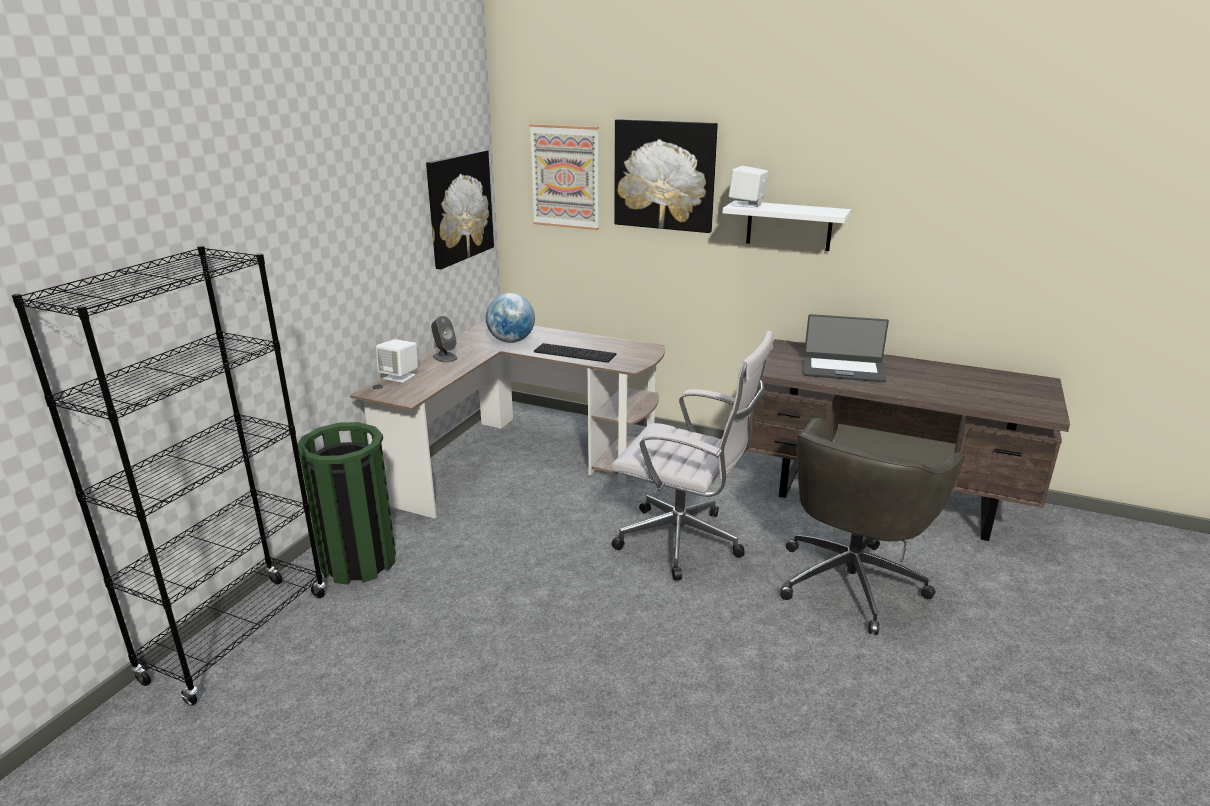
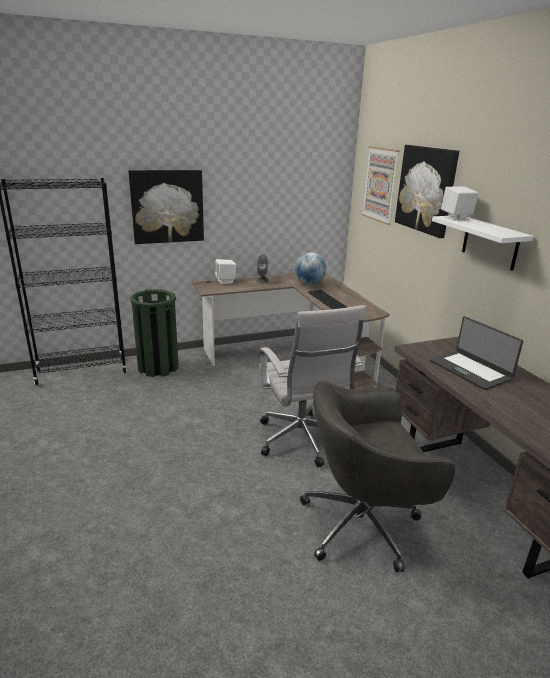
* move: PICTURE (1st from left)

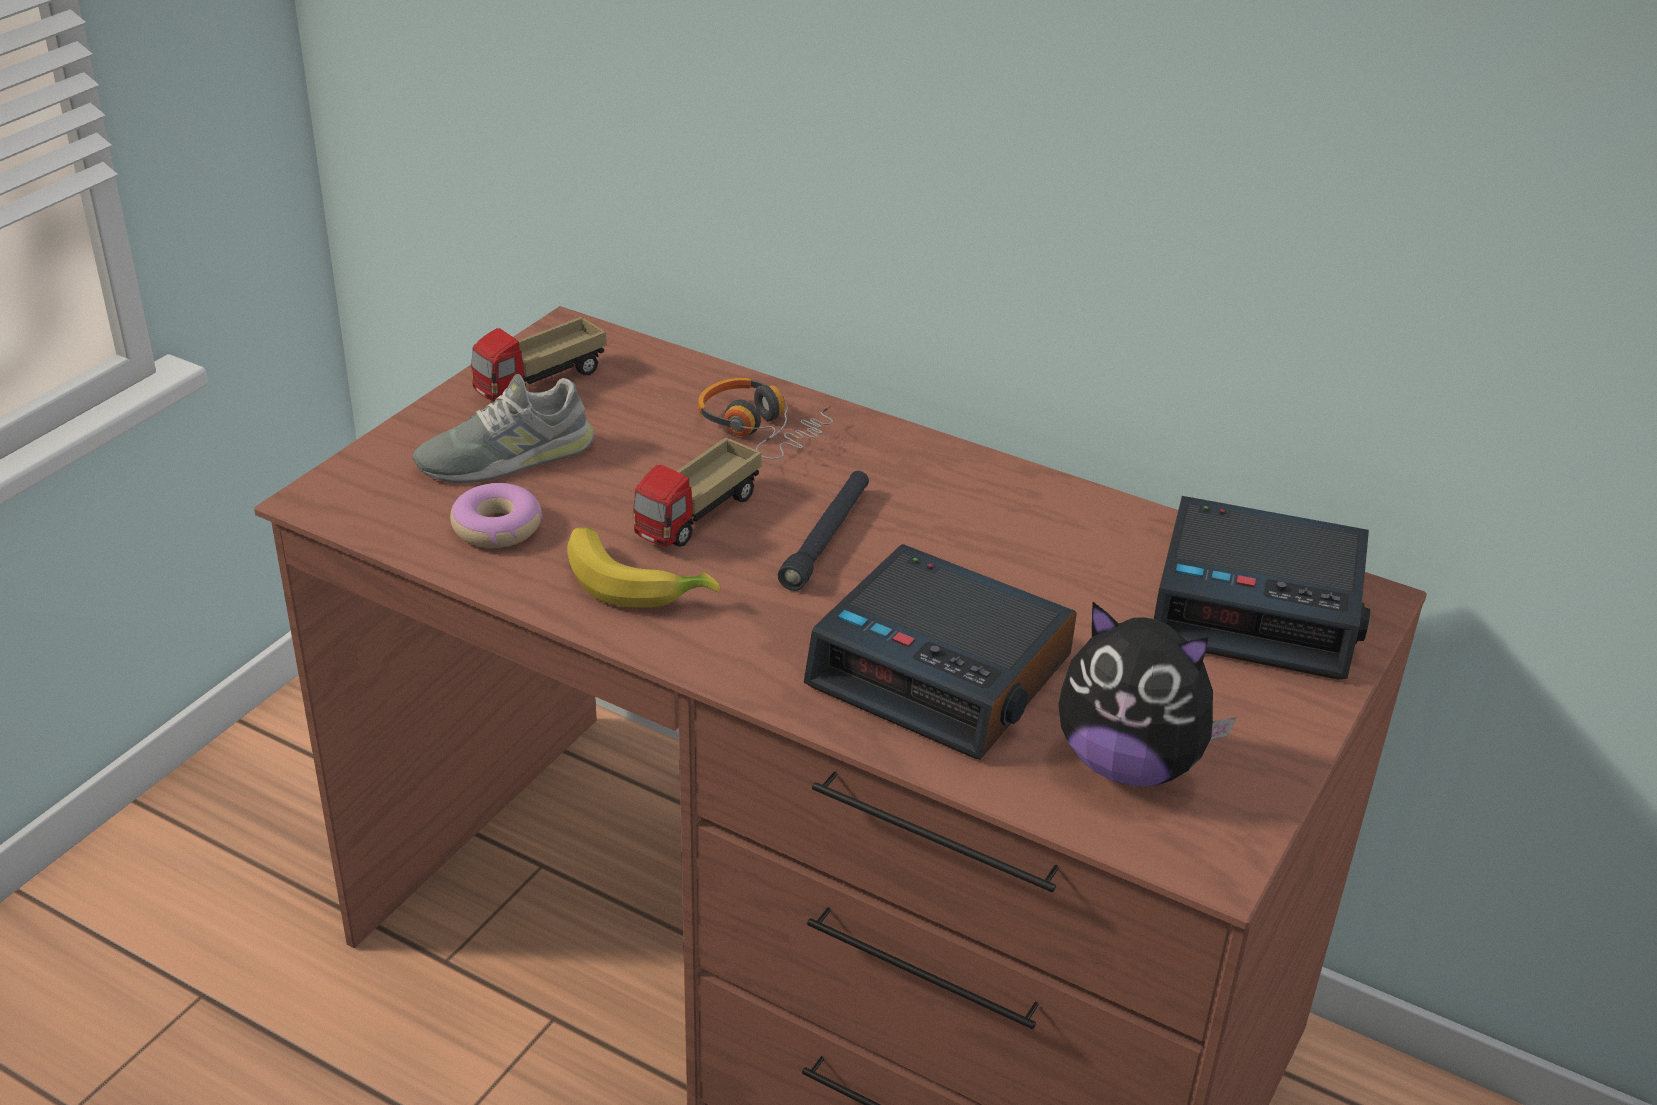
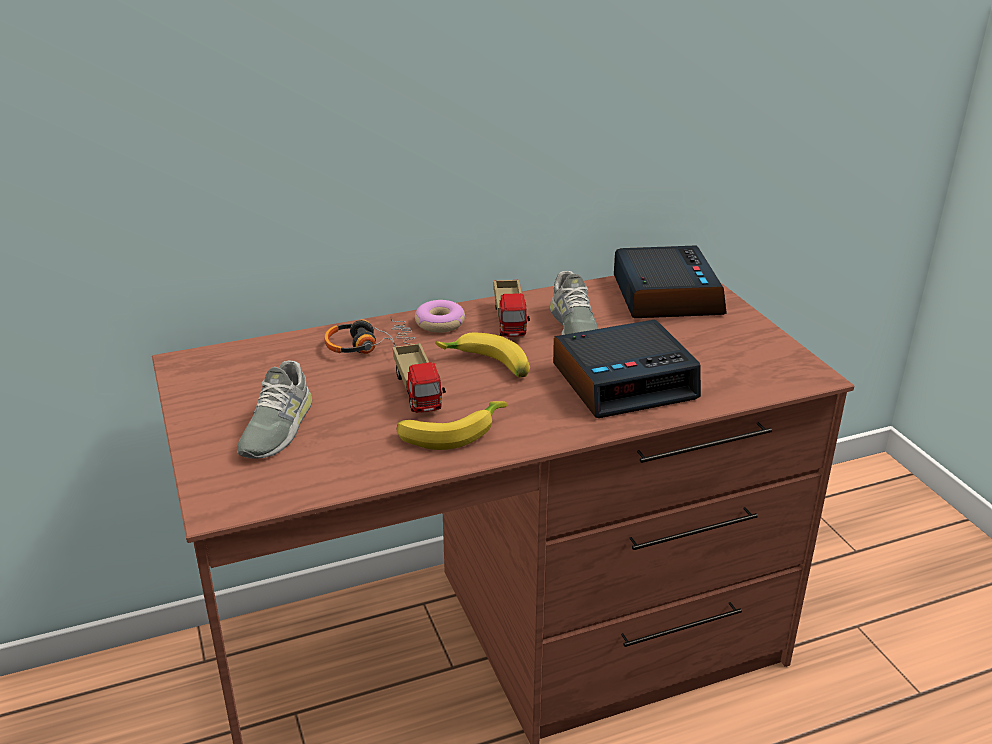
* move: TOY TRUCK (1st from left in the first image) to TOY TRUCK (2nd from left)
* replace: BLACK FLASHLIGHT to BANANA (2nd from left)
* move: DONUT
* rotate: ALARM CLOCK (2nd from left) 60 degrees counterclockwise
* delete: PLUSH TOY
* insert: GREY SHOE (2nd from left)

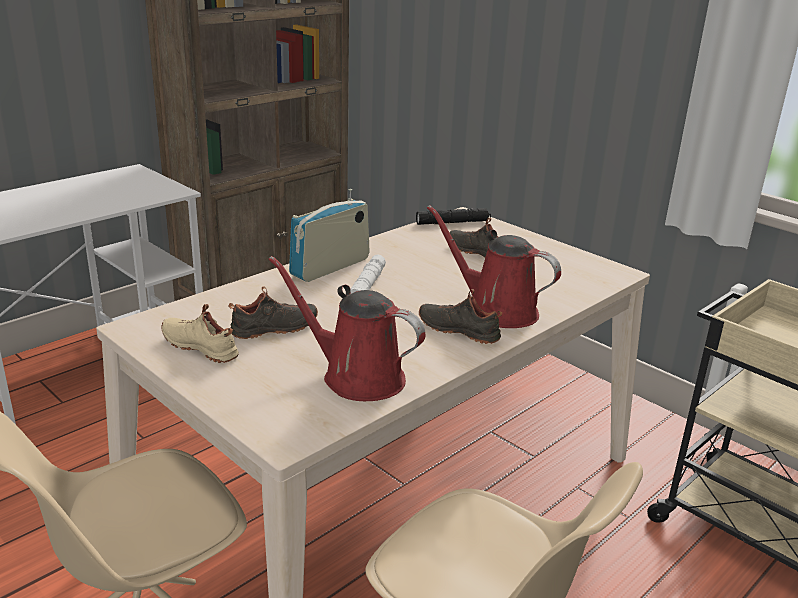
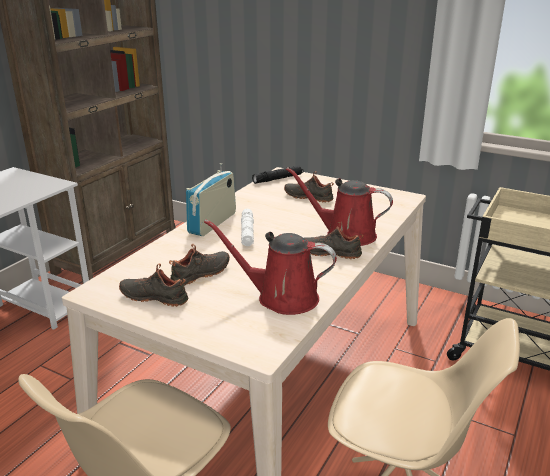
* recolor: BEIGE SHOE to BLACK SHOE (1st from left)

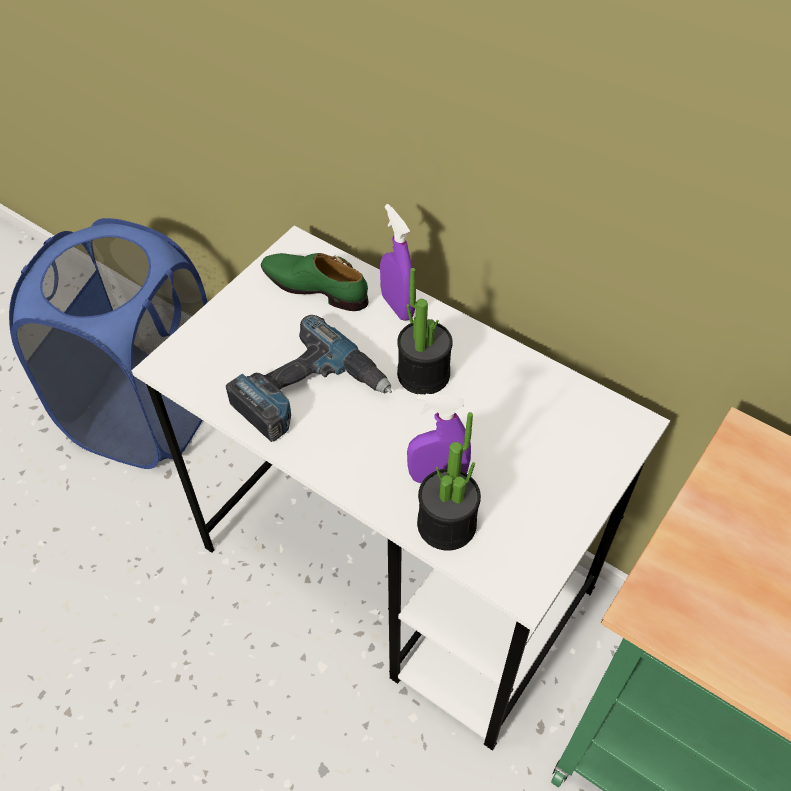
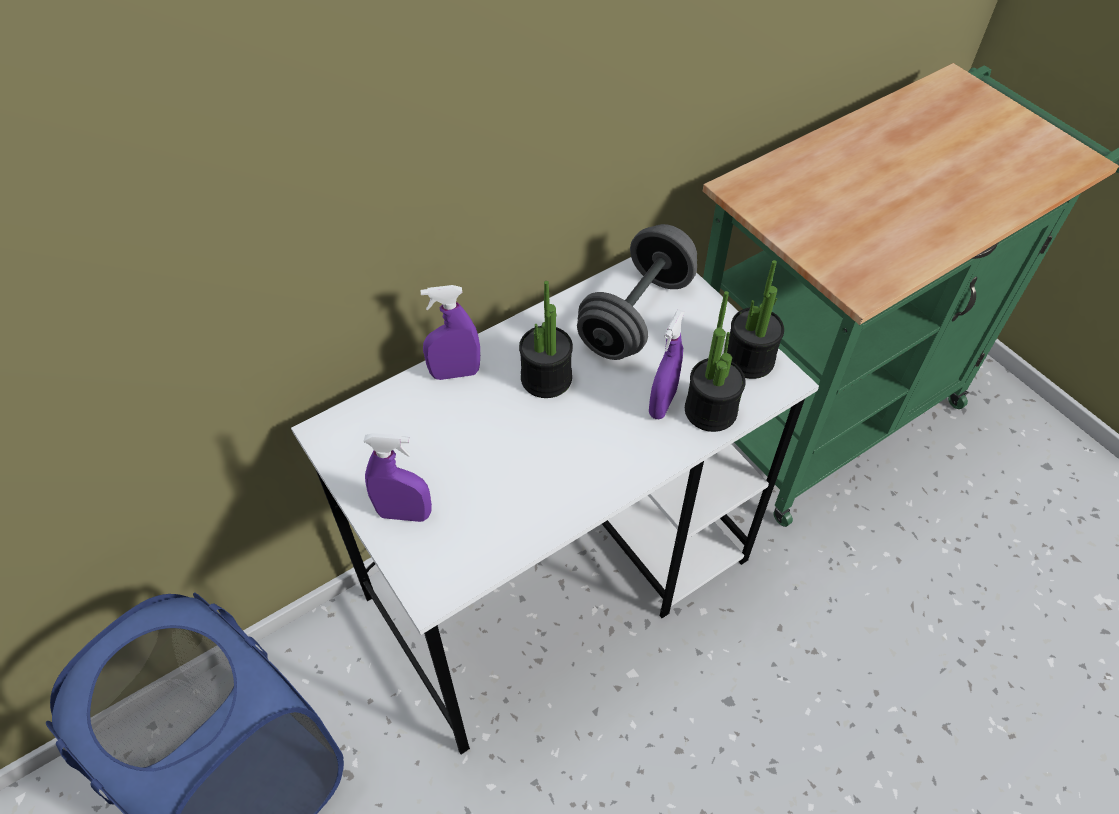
* delete: GREEN SHOE
* delete: POWER DRILL
* insert: GREY DUMBBELL
* insert: POTTED PLANT (3rd from left)
* insert: PURPLE SPRAY BOTTLE (1st from left)

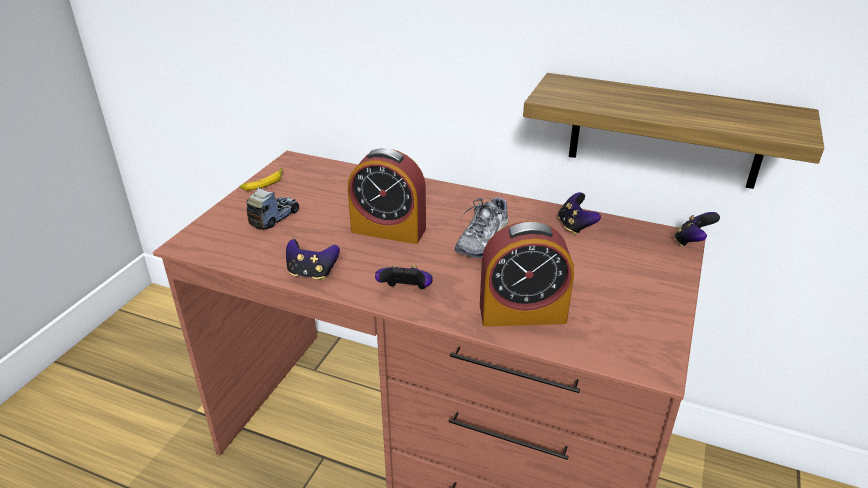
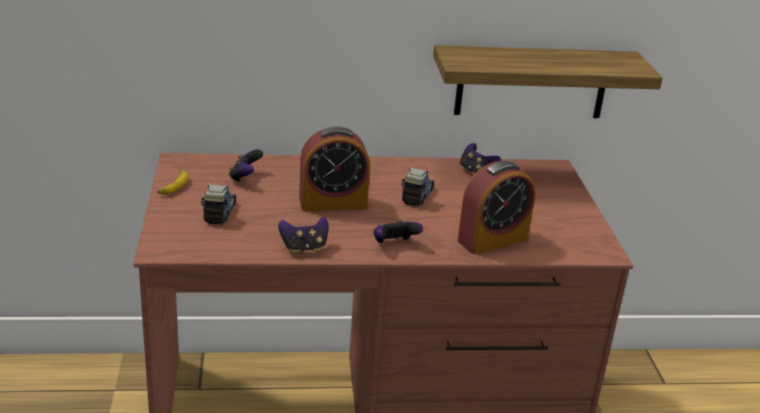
* replace: SHOE to TOY TRUCK (2nd from left)
* move: GAME CONTROLLER (4th from left in the first image) to GAME CONTROLLER (1st from left)

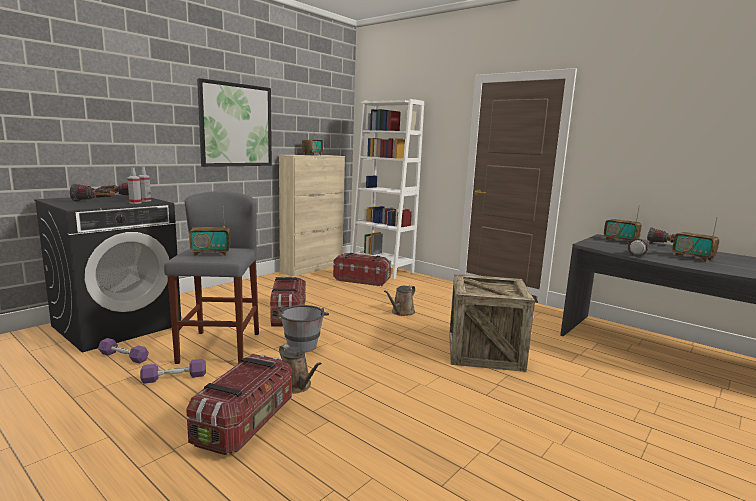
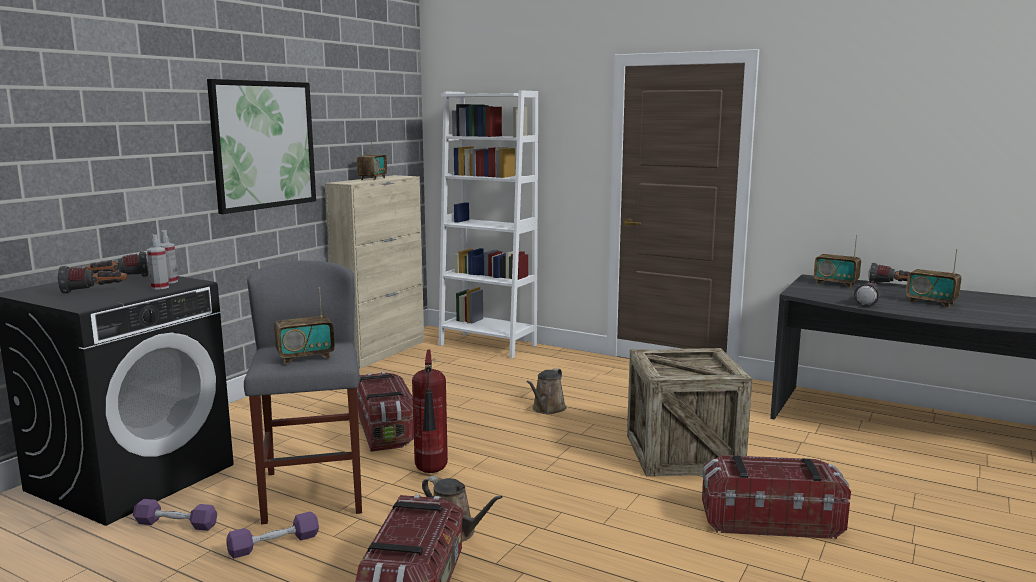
* move: STORAGE BOX (3rd from left)
* replace: GREY BUCKET to FIRE EXTINGUISHER

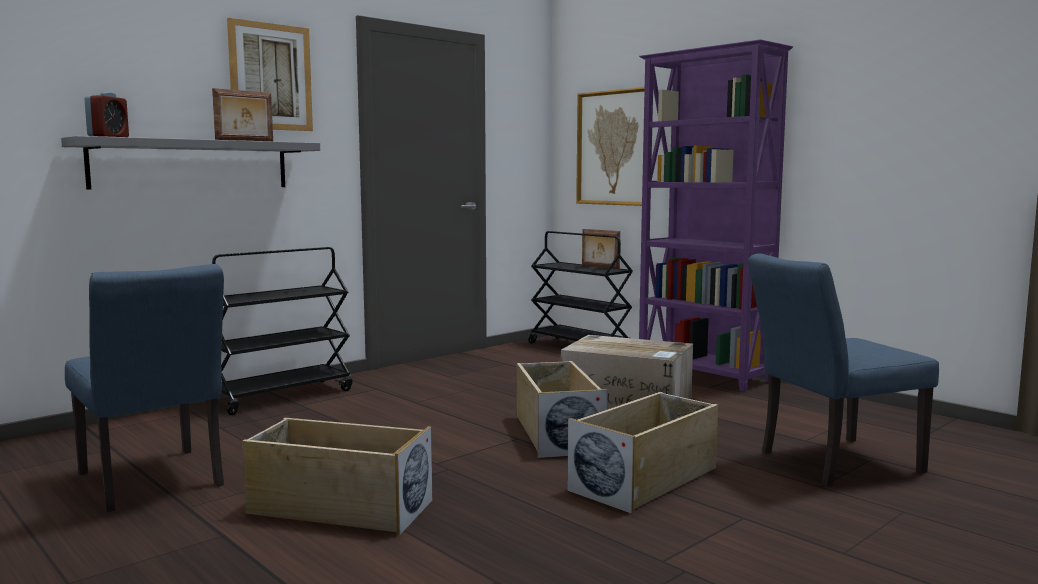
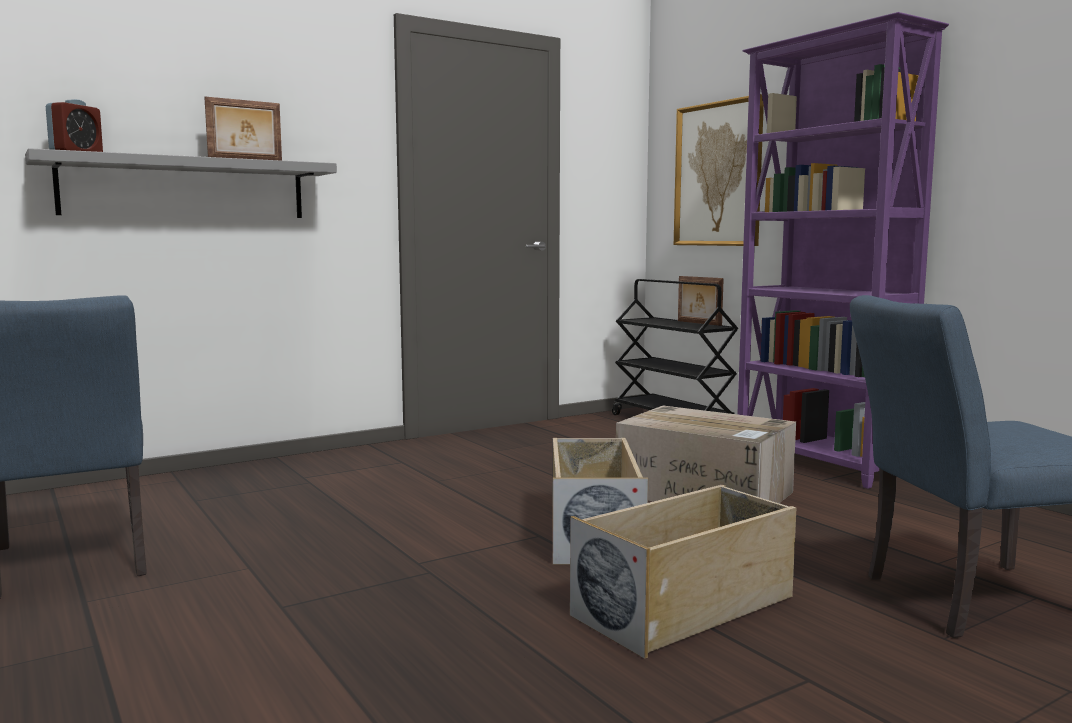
* delete: PICTURE (1st from left)
* delete: BLACK CART (1st from left)
* delete: BEIGE STORAGE BOX (1st from left)

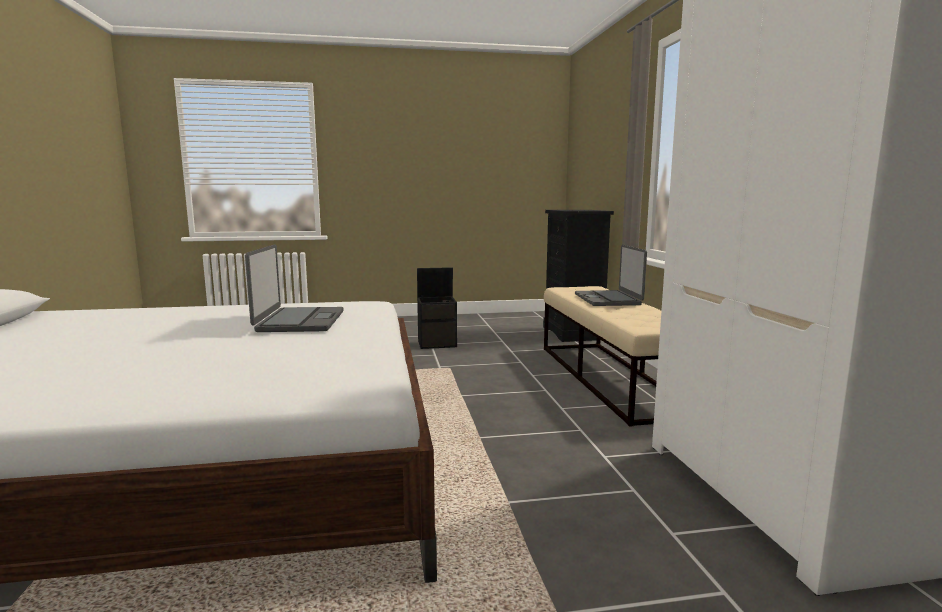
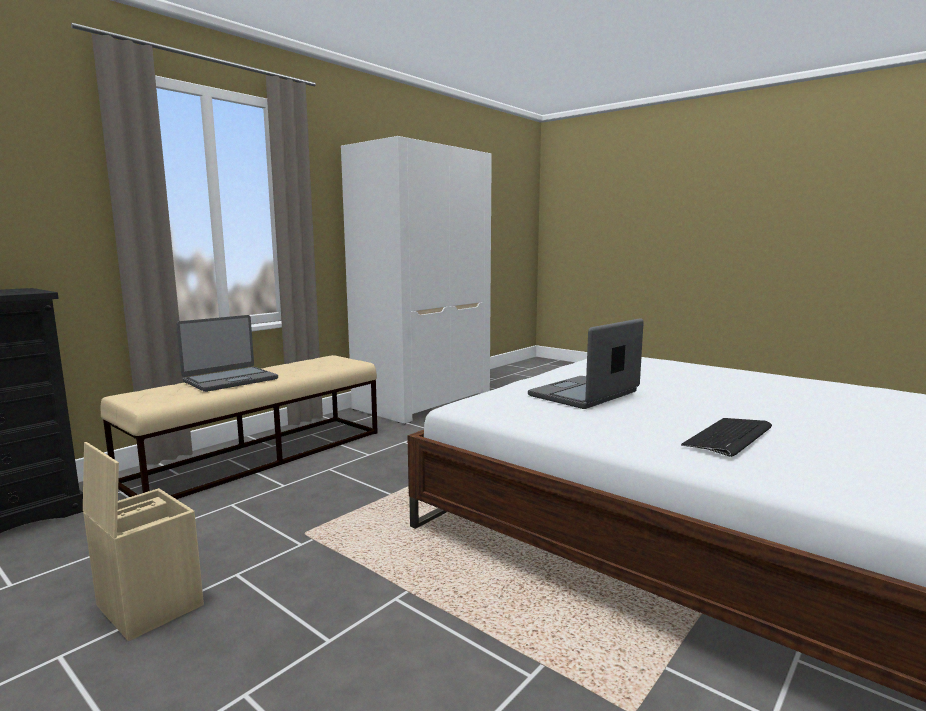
* recolor: BLACK STORAGE BOX to BEIGE STORAGE BOX
* insert: KEYBOARD

